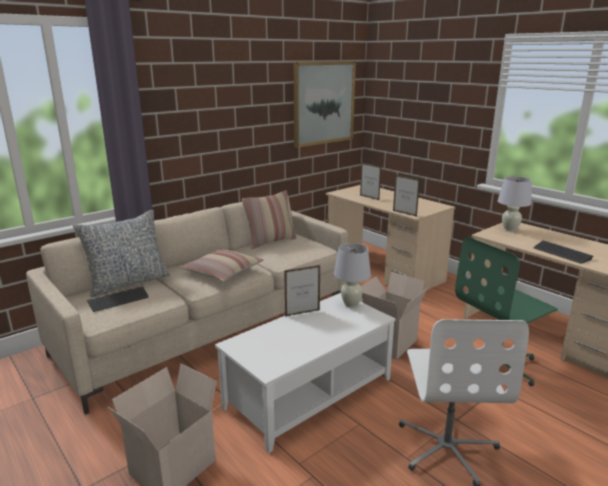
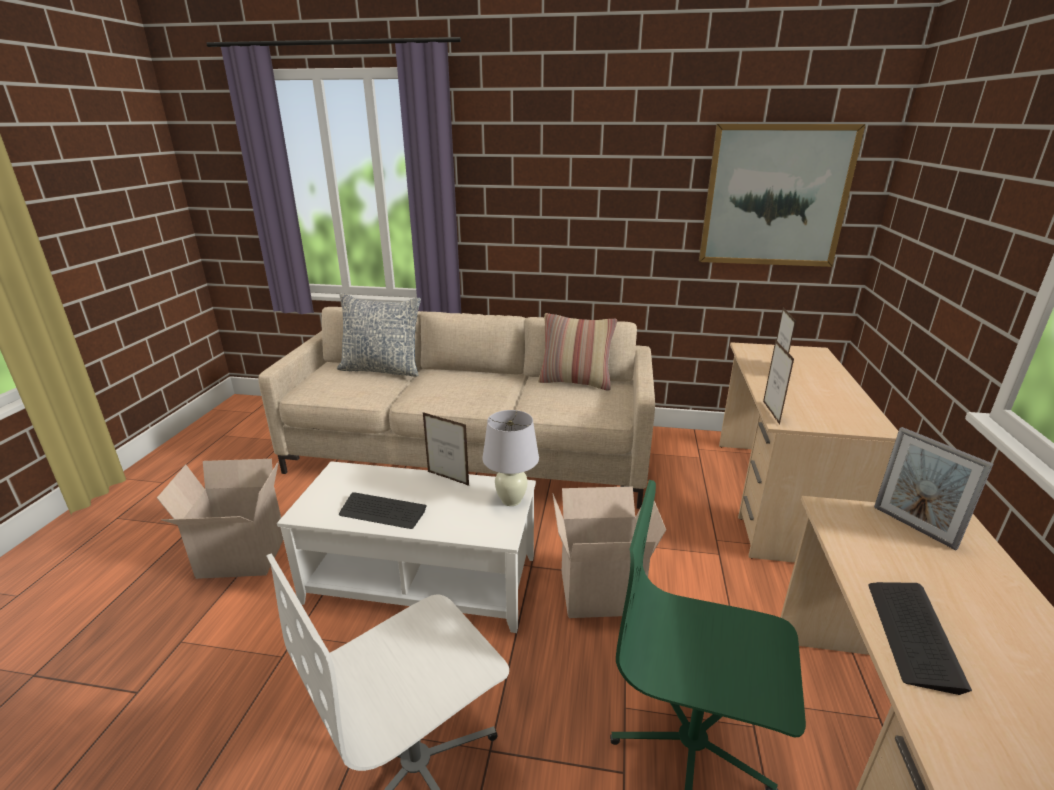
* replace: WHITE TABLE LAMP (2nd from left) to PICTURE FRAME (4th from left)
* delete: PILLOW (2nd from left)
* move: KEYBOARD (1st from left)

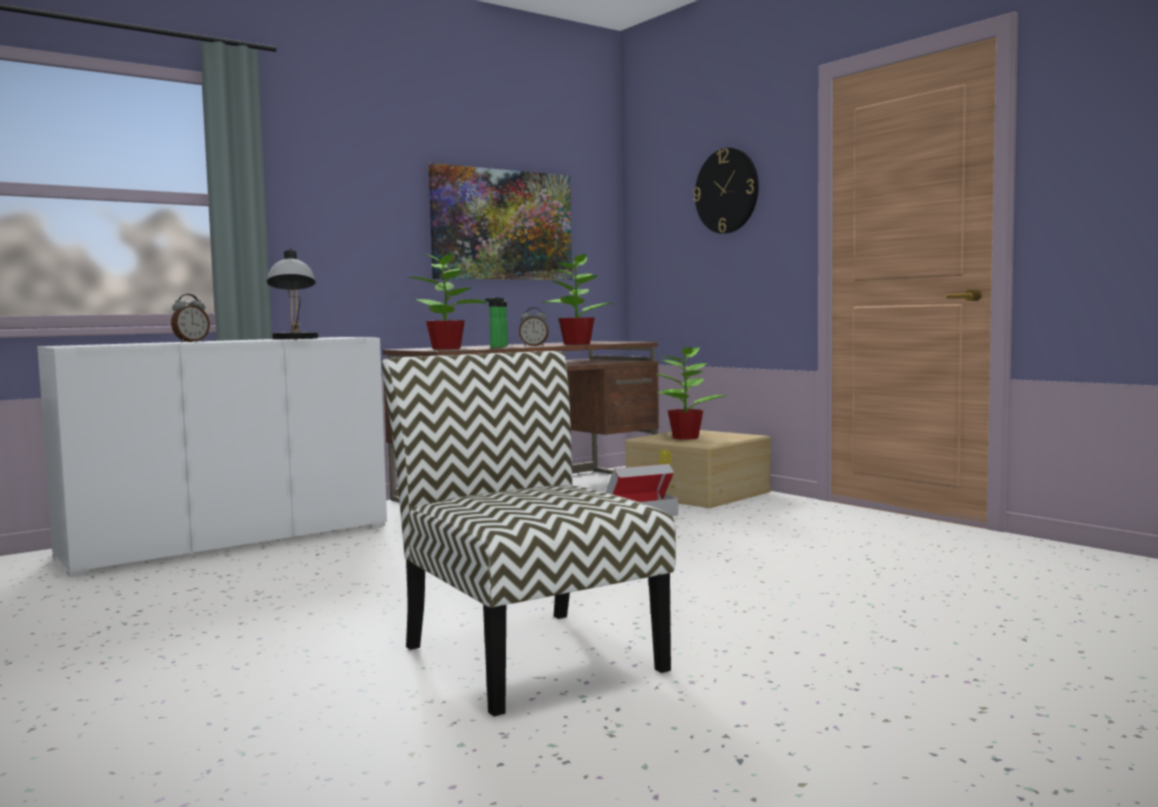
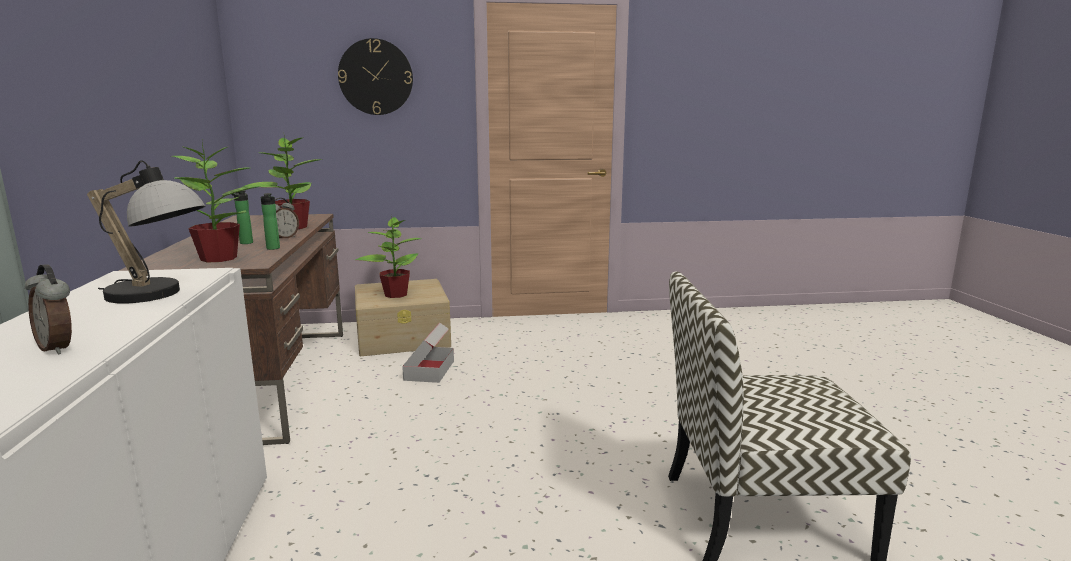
* delete: PICTURE
* rotate: ALARM CLOCK (1st from left) 150 degrees clockwise

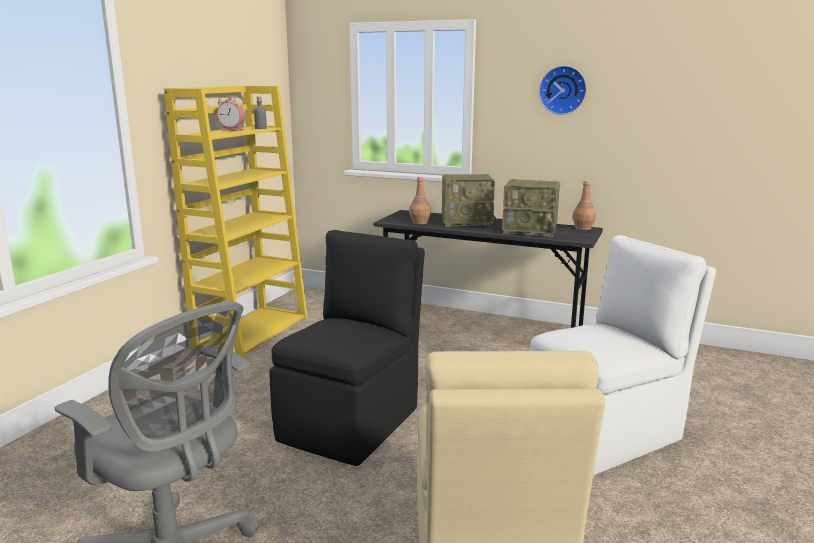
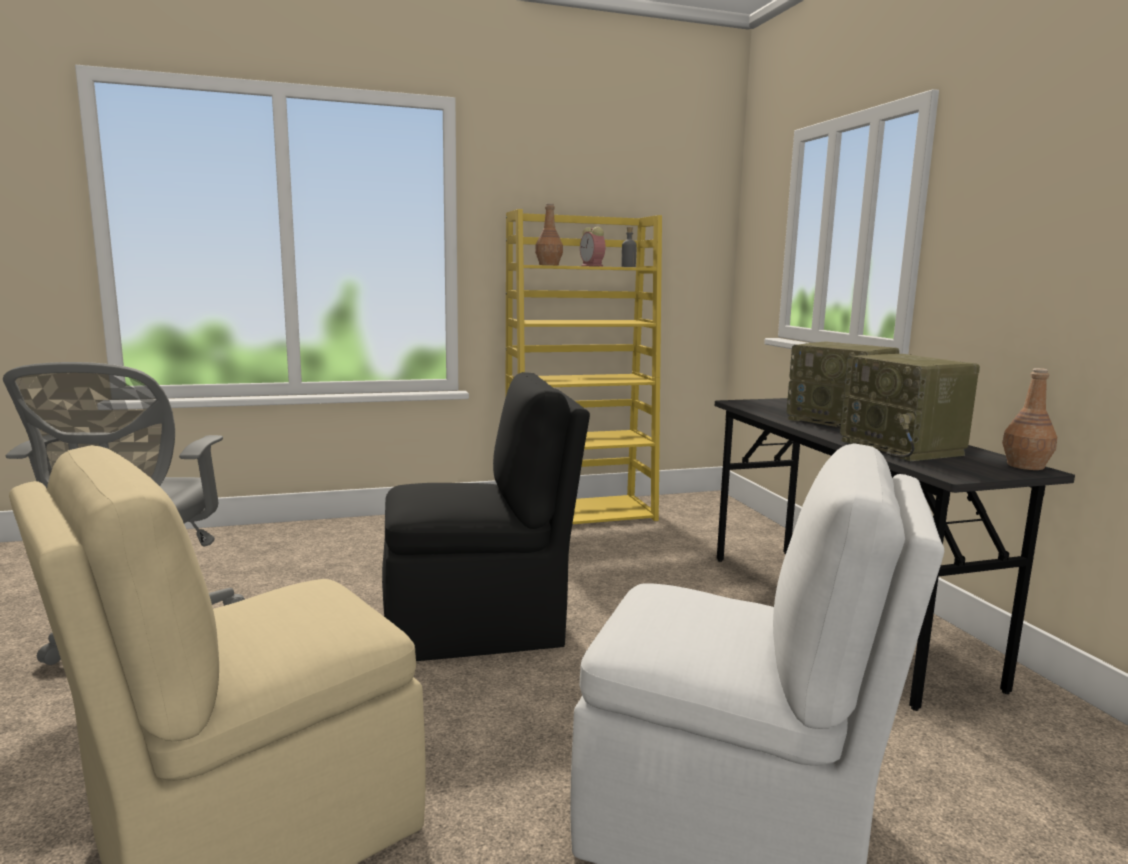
* delete: WALL CLOCK
* move: BROWN BOTTLE (1st from left)

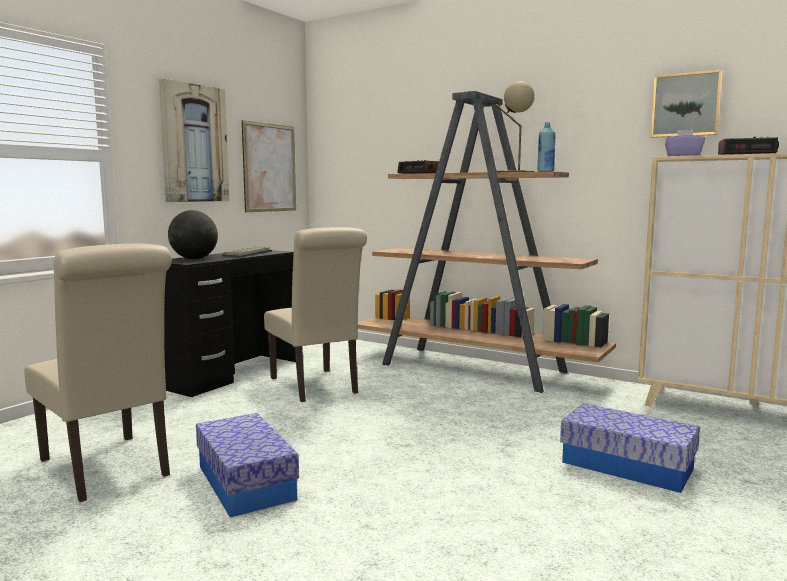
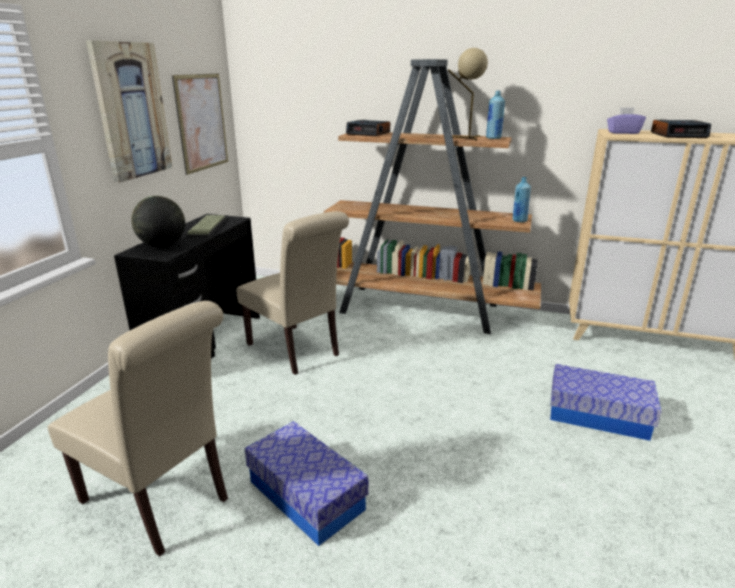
* delete: PICTURE (3rd from left)
* insert: BLUE BOTTLE (2nd from left)

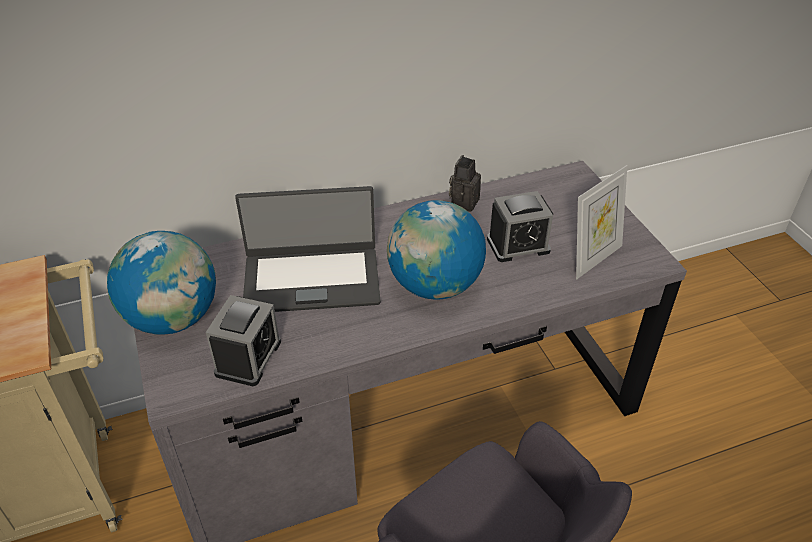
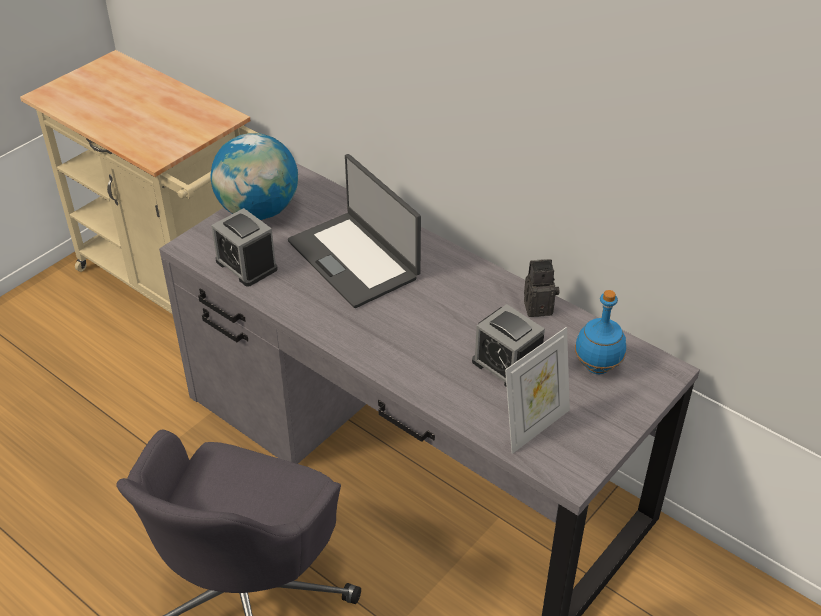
* rotate: PICTURE FRAME 60 degrees counterclockwise
* delete: GLOBE (2nd from left)
* rotate: ALARM CLOCK (1st from left) 60 degrees clockwise
* insert: BLUE BOTTLE

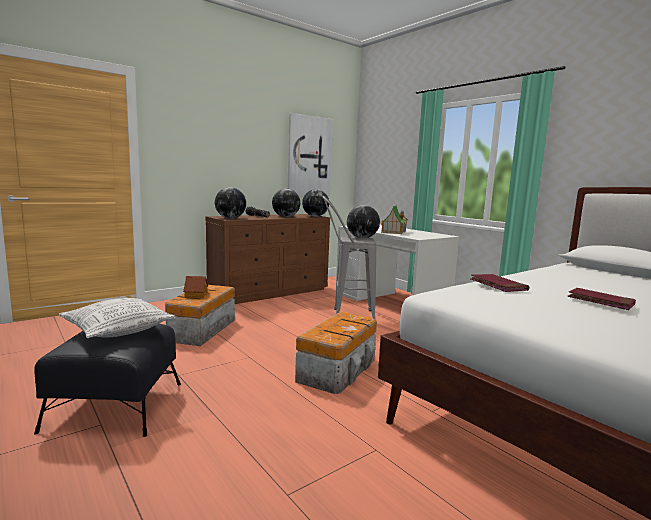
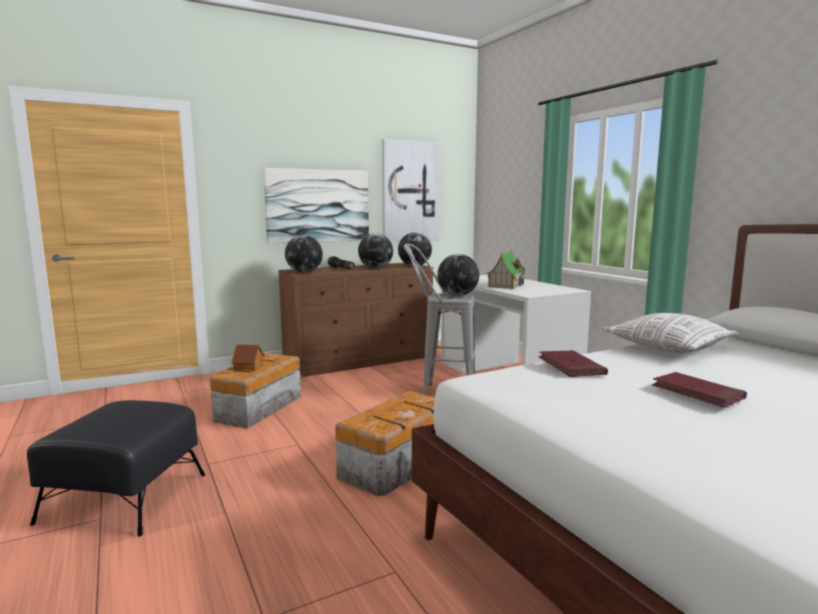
* move: PILLOW
* insert: PICTURE (1st from left)

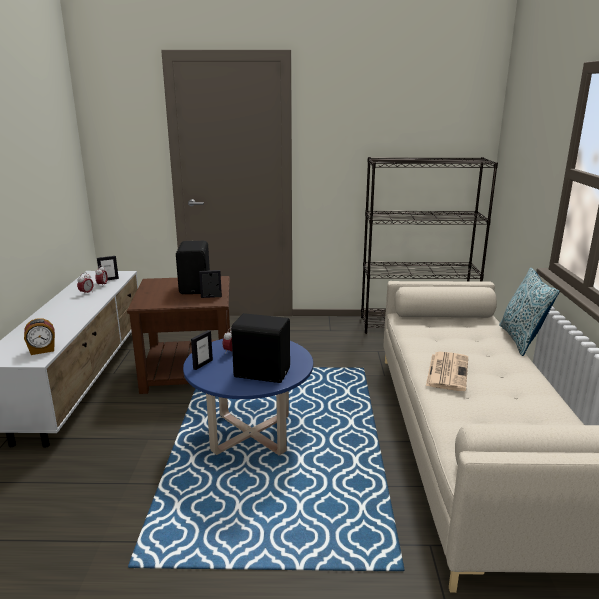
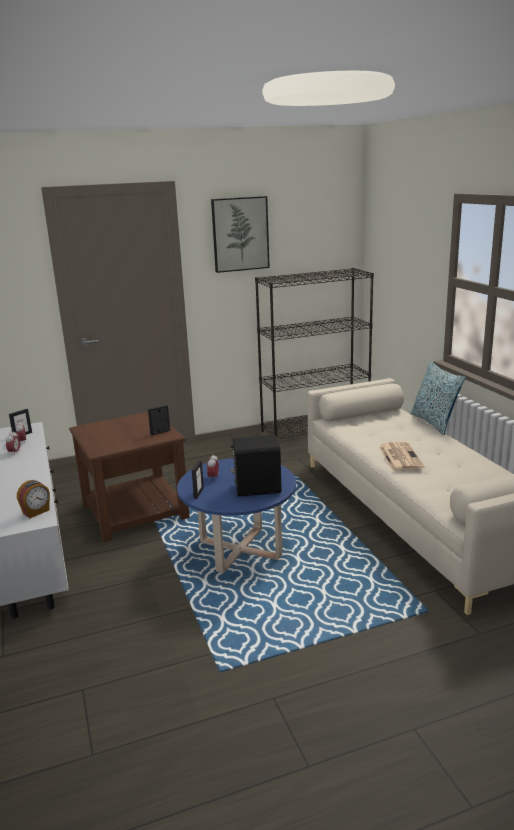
* delete: BLACK SPEAKER (1st from left)
* insert: PICTURE

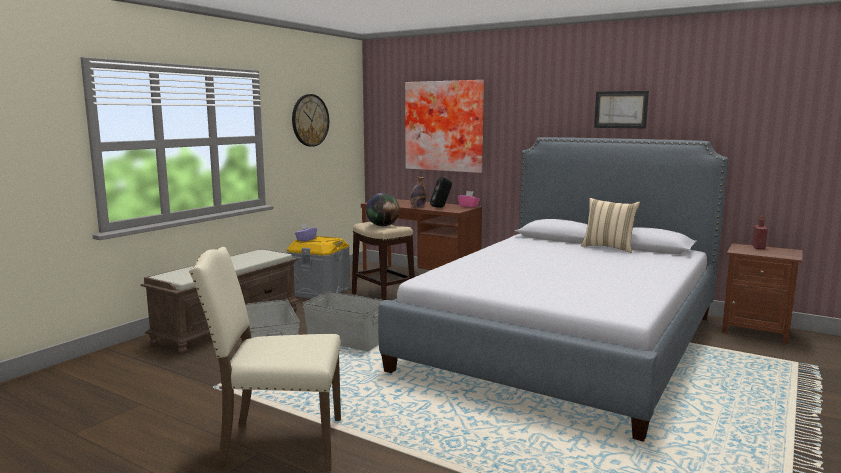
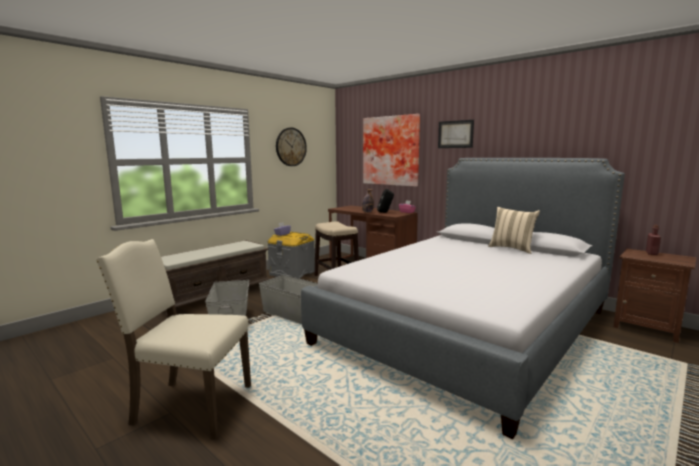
* move: PICTURE (2nd from left)
* delete: GLOBE

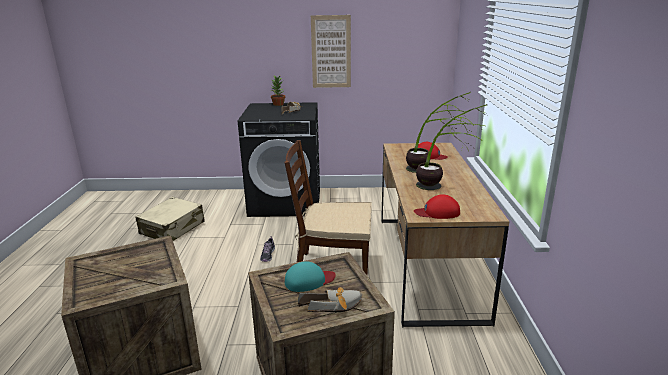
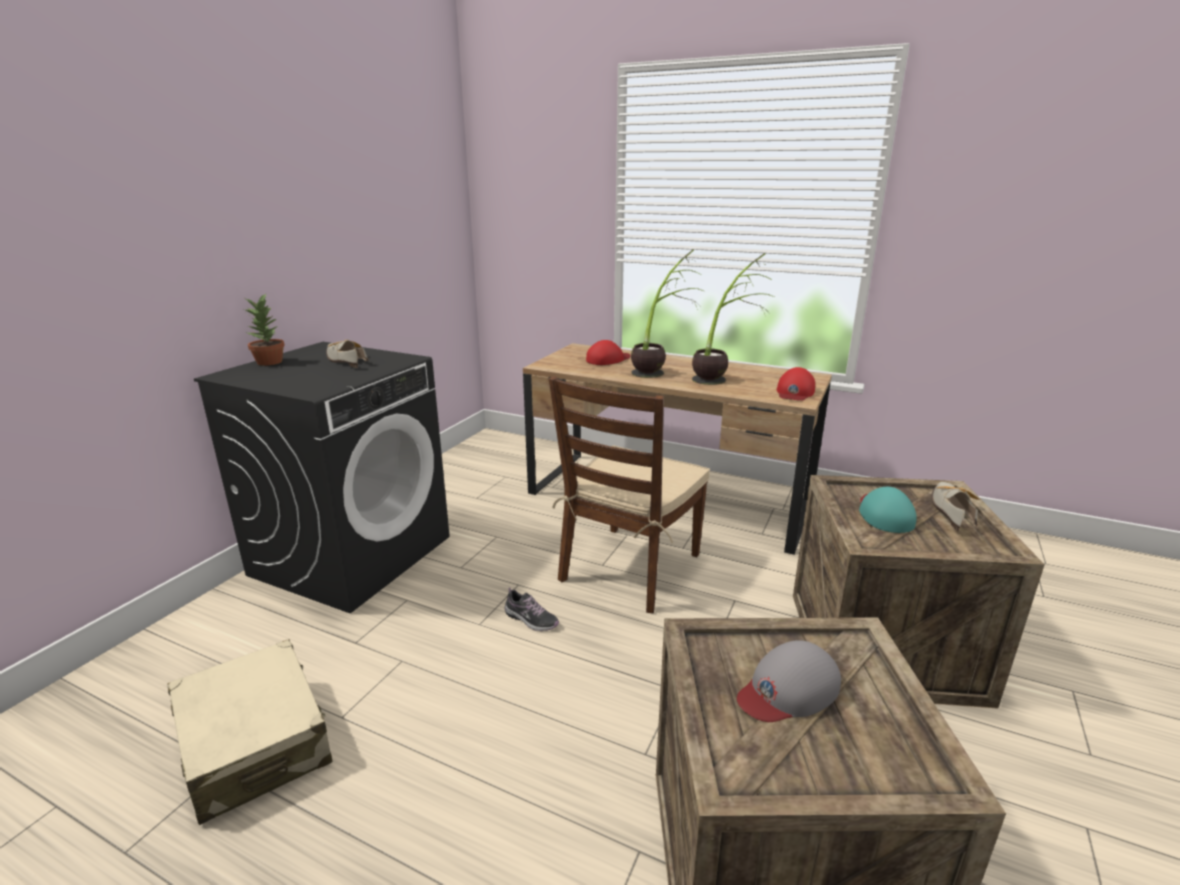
* delete: PICTURE
* insert: GREY CAP

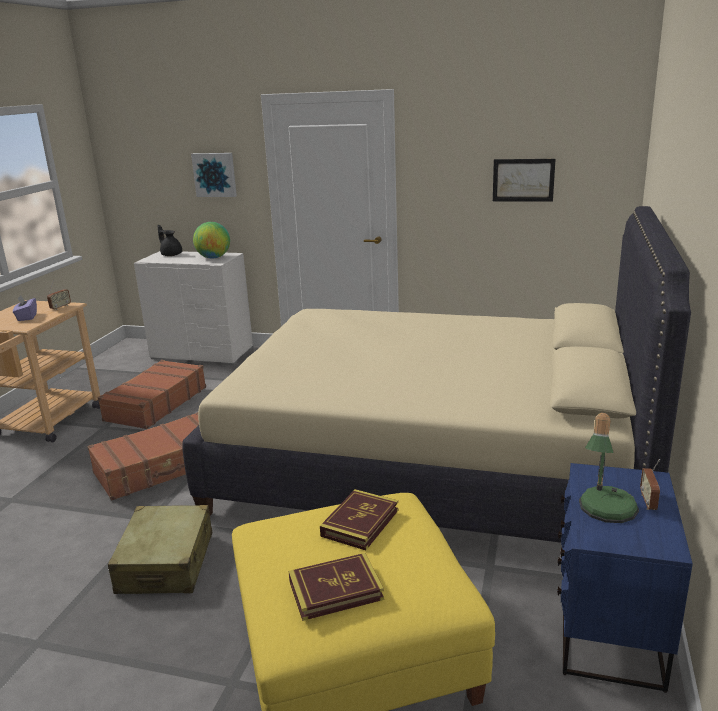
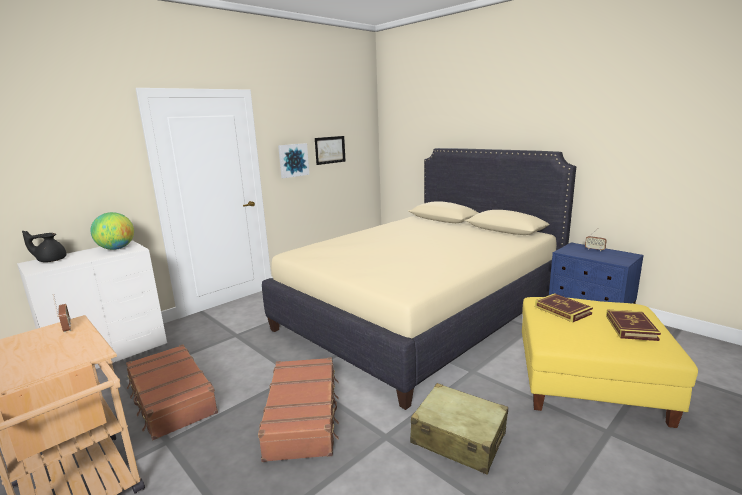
* move: PICTURE (1st from left)
* delete: PURPLE TISSUE BOX
* delete: TABLE LAMP

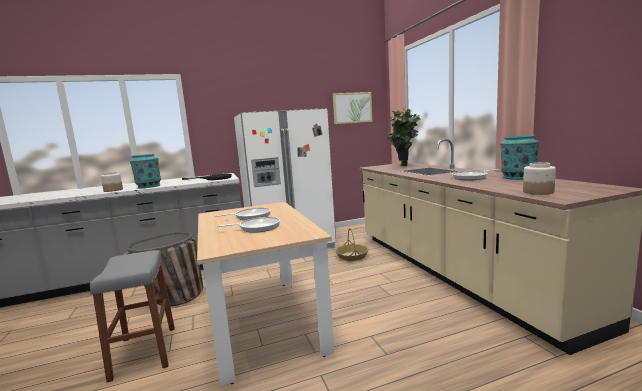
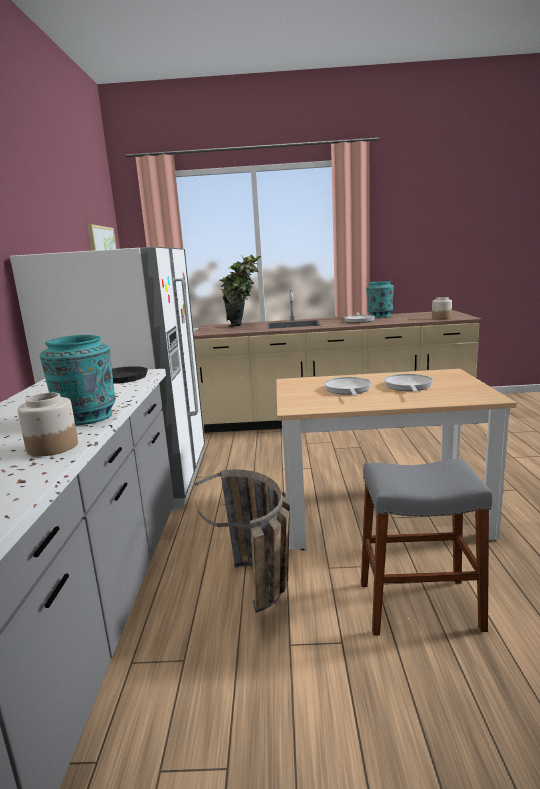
* delete: BASKET (2nd from left)

